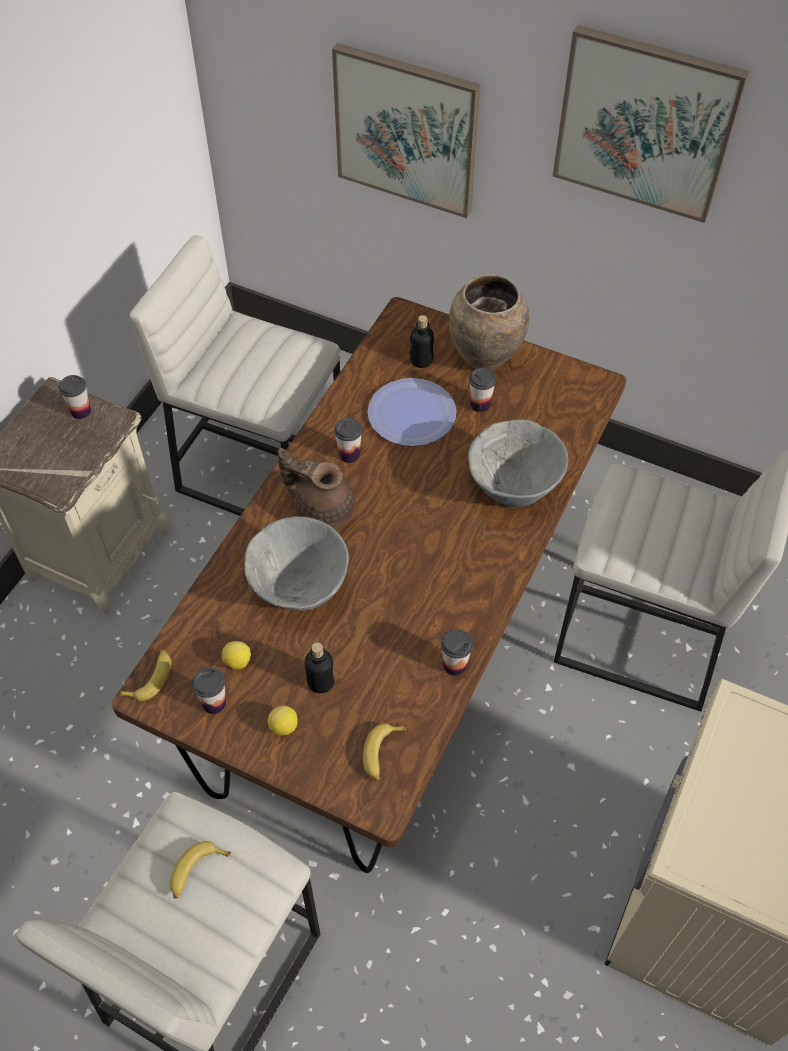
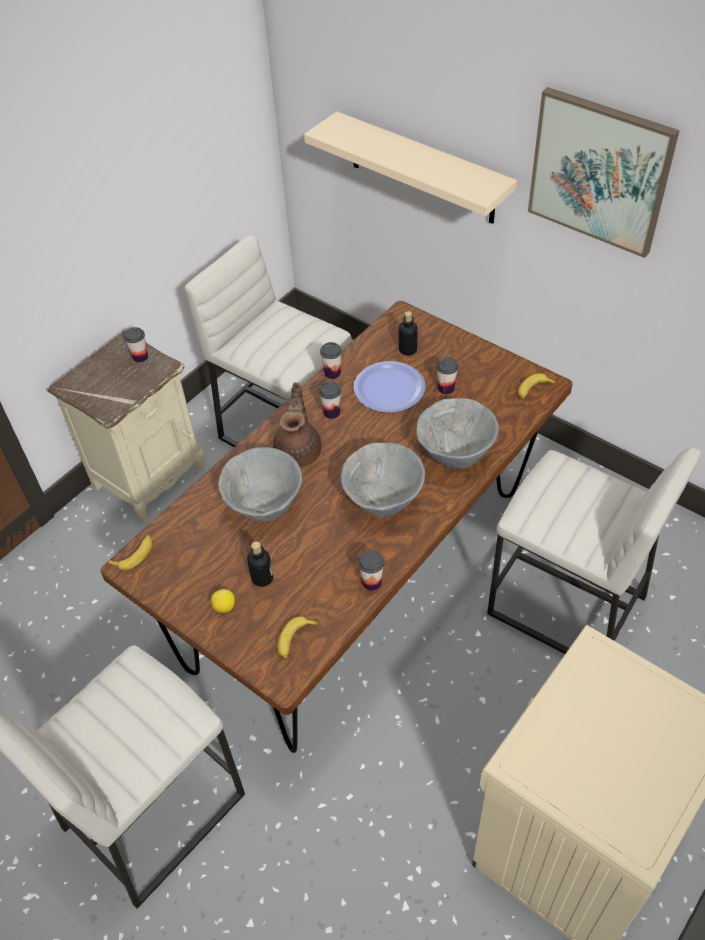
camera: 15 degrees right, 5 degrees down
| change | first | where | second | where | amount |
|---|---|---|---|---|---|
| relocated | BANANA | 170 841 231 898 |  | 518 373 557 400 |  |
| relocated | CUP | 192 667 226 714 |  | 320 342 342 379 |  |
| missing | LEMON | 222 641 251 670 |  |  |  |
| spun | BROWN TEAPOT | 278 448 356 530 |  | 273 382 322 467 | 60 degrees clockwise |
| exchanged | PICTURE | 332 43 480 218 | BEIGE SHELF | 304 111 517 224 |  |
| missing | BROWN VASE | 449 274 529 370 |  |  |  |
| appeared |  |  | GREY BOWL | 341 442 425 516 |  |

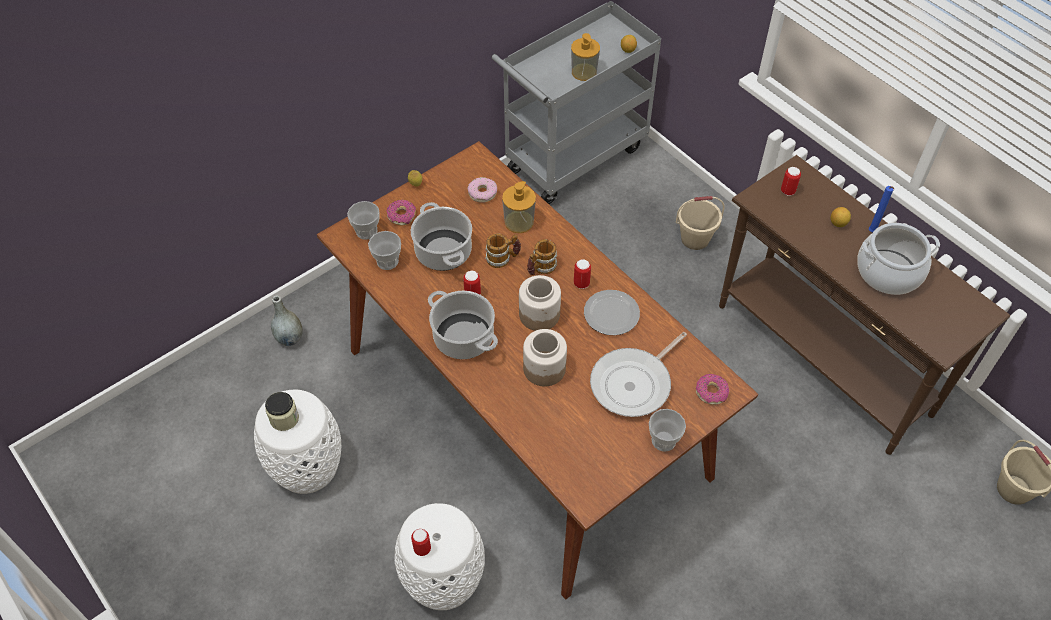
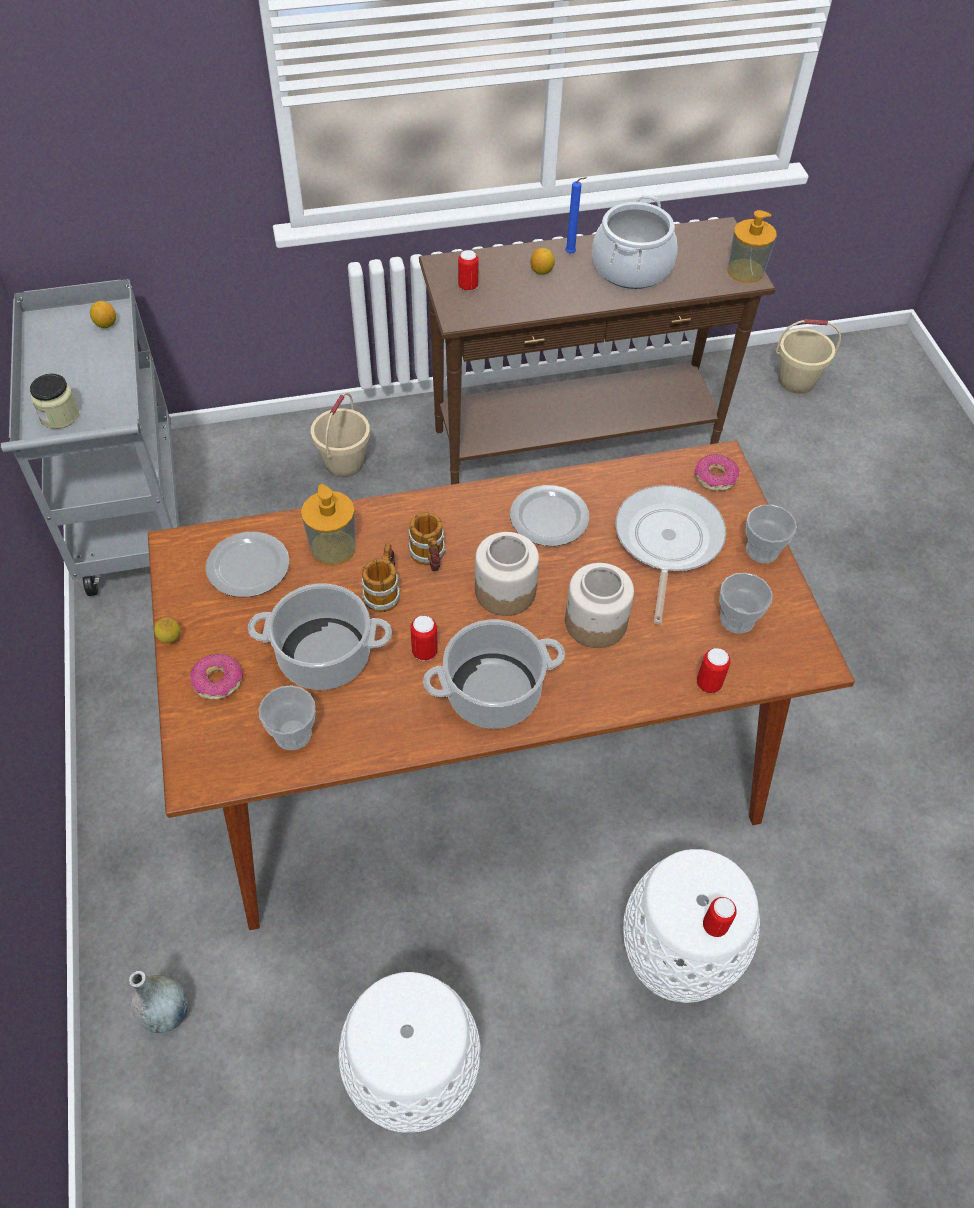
camera: 65 degrees left, 0 degrees up
| change | first | where | second | where | amount |
|---|---|---|---|---|---|
| relocated | JAR | 265 392 299 431 |  | 30 373 79 429 |  |
| relocated | CUP | 347 201 380 240 |  | 719 573 773 634 |  |
| exchanged | DONUT | 467 177 497 203 | PLATE | 206 532 290 597 |  |
| relocated | SOAP DISPENSER | 571 33 600 81 |  | 728 210 776 283 |  |
| relocated | CAN | 574 259 591 289 |  | 697 648 731 693 |  |
| spun | FRYING PAN | 590 332 687 417 |  | 615 485 726 625 | 150 degrees counterclockwise |

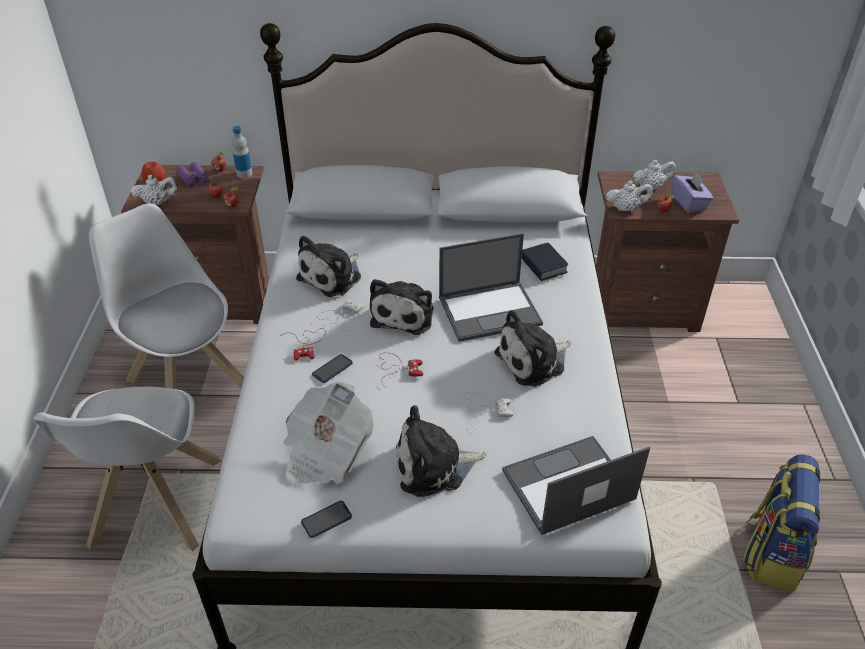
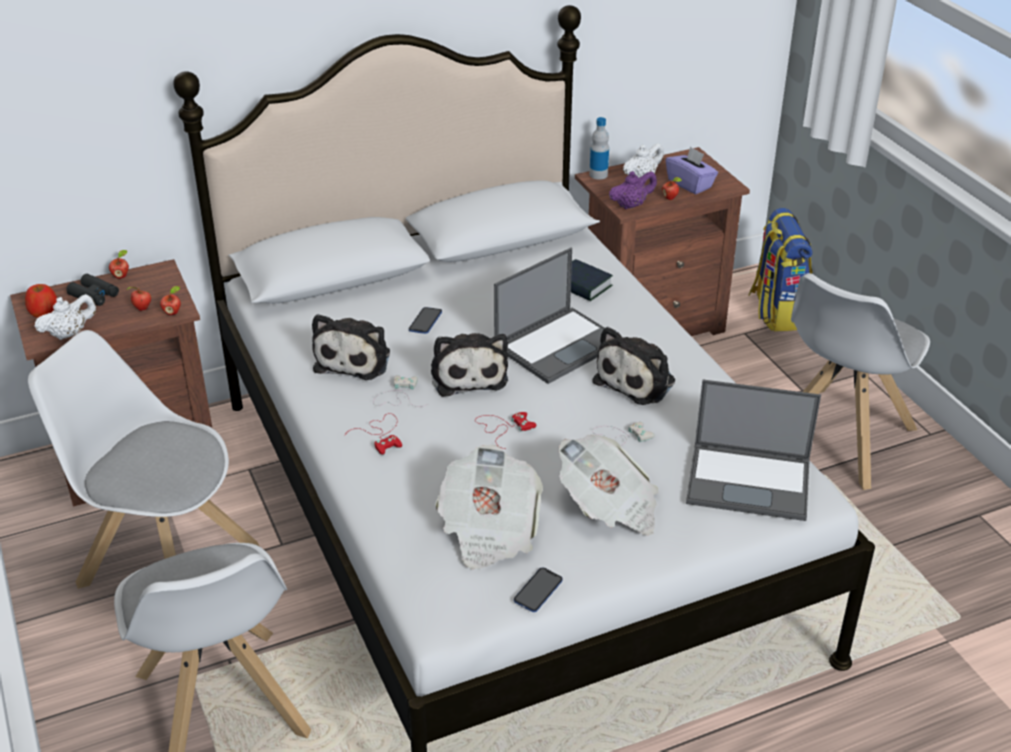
camera: 25 degrees left, 5 degrees down
| change | first | where | second | where | amount |
|---|---|---|---|---|---|
| colour | PURPLE BINOCULARS | 176 162 209 188 | BLACK BINOCULARS | 66 274 119 306 |  |
| relocated | BOTTLE | 232 126 252 178 |  | 589 117 609 179 |  |
| relocated | PHONE | 312 354 353 383 |  | 409 307 442 334 |  |
| exchanged | PLUSH TOY | 396 405 486 497 | NEWSPAPER | 559 435 658 535 |  |
| spun | LAPTOP | 502 436 650 535 |  | 686 379 821 521 | 120 degrees counterclockwise |
| colour | WHITE TEAPOT | 606 180 653 211 | PURPLE TEAPOT | 609 171 657 209 |  |
| relocated | BACKPACK | 743 454 820 591 |  | 748 208 813 331 |  |
| appeared |  |  | CHAIR | 791 273 930 490 |  |

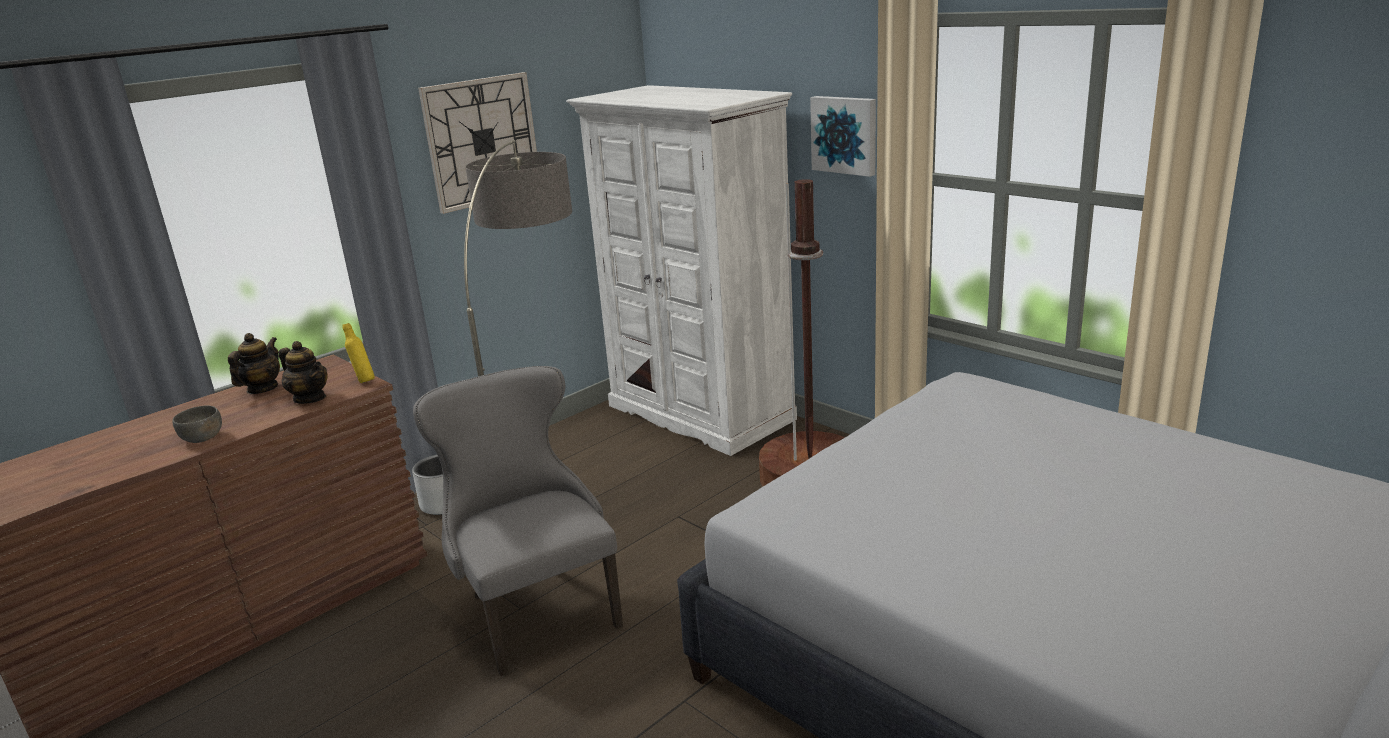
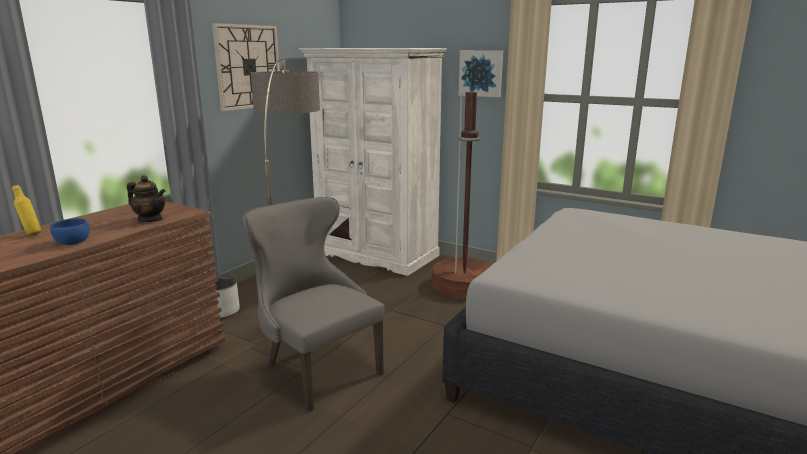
camera: 15 degrees left, 5 degrees down
| change | first | where | second | where | amount |
|---|---|---|---|---|---|
| colour | GREY BOWL | 172 406 222 443 | BLUE BOWL | 50 218 90 245 |  |
| missing | TEAPOT | 228 333 280 394 |  |  |  |
| relocated | YELLOW BOTTLE | 342 323 375 383 |  | 12 185 41 235 |  |

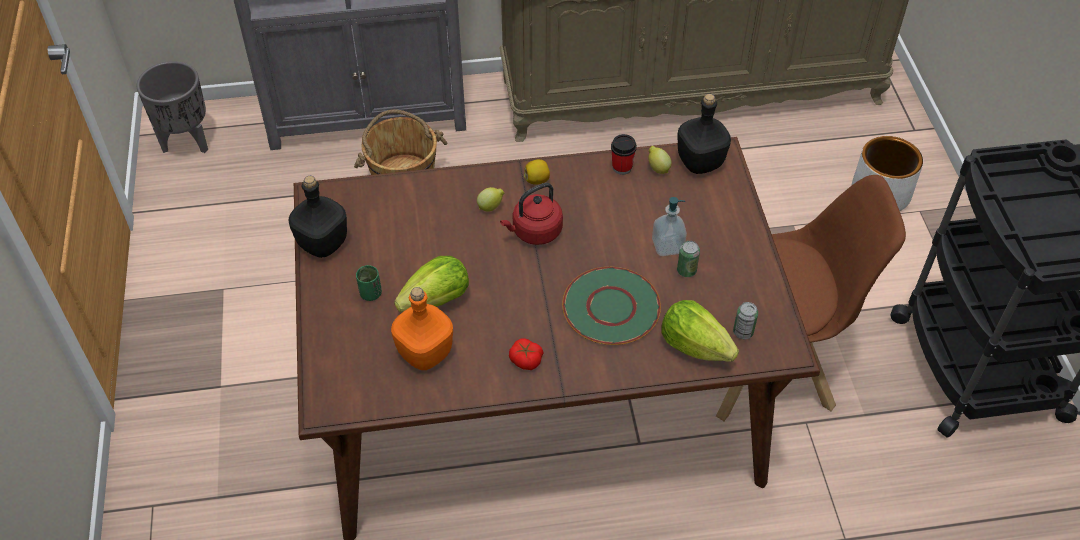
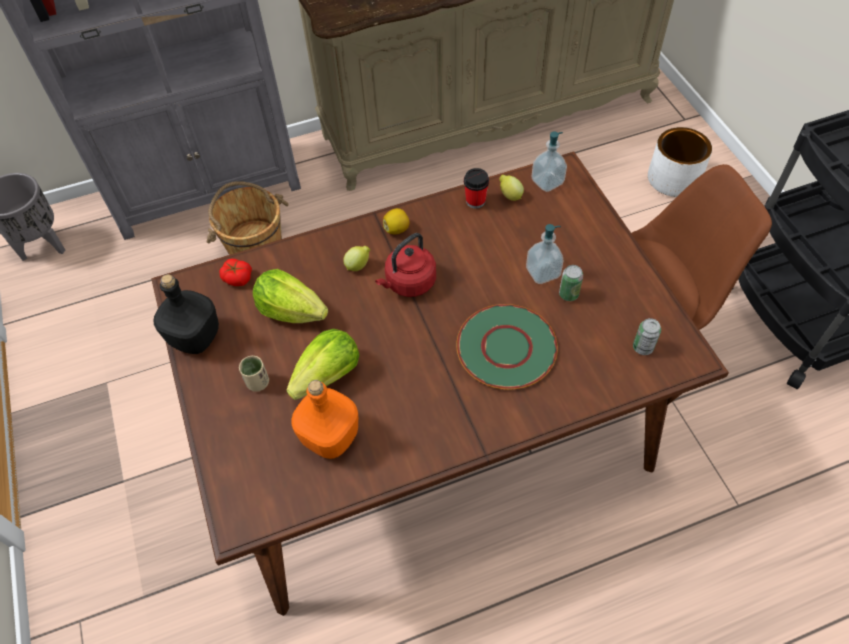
camera: 10 degrees left, 5 degrees up
| change | first | where | second | where | amount |
|---|---|---|---|---|---|
| colour | GREEN CUP | 356 265 382 301 | BEIGE CUP | 239 356 269 392 |  |
| relocated | TOMATO | 509 338 544 370 |  | 219 259 252 286 |  |
| relocated | LETTUCE | 661 300 739 362 |  | 253 269 328 323 |  |
| exchanged | BLACK BOTTLE | 677 94 731 174 | SOAP DISPENSER | 531 131 567 192 |  |

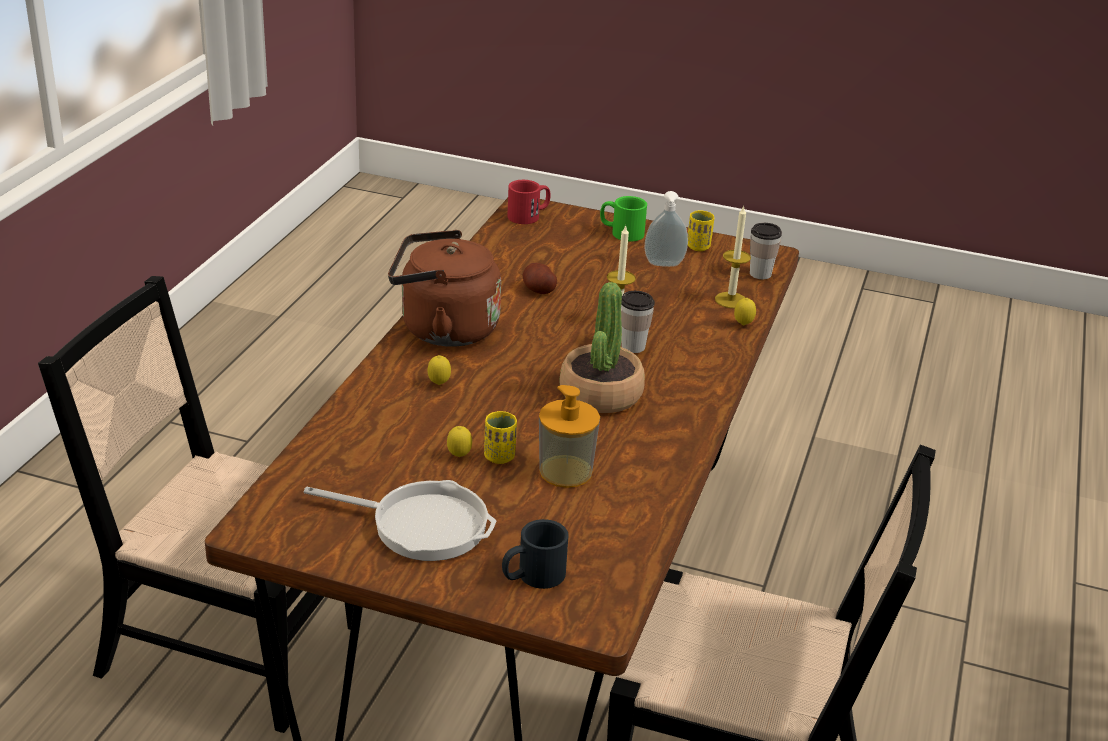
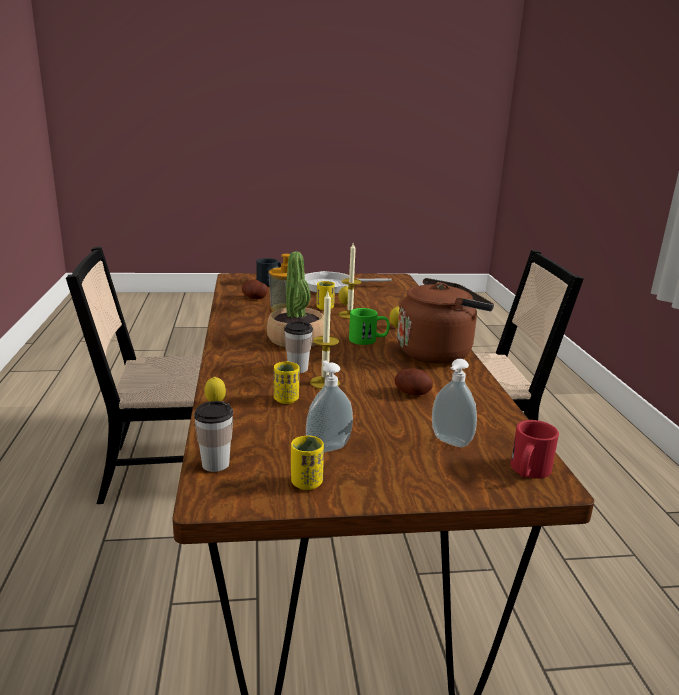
camera: 155 degrees right, 10 degrees down
| change | first | where | second | where | amount |
|---|---|---|---|---|---|
| relocated | GREEN MUG | 600 196 647 242 |  | 349 308 390 345 |  |
| relocated | CANDLE | 715 206 751 308 |  | 339 243 361 319 |  |
| appeared |  |  | POTATO | 242 280 268 299 |  |
| appeared |  |  | YELLOW CUP | 274 362 300 404 |  |
| appeared |  |  | SOAP DISPENSER | 432 359 477 447 |  |

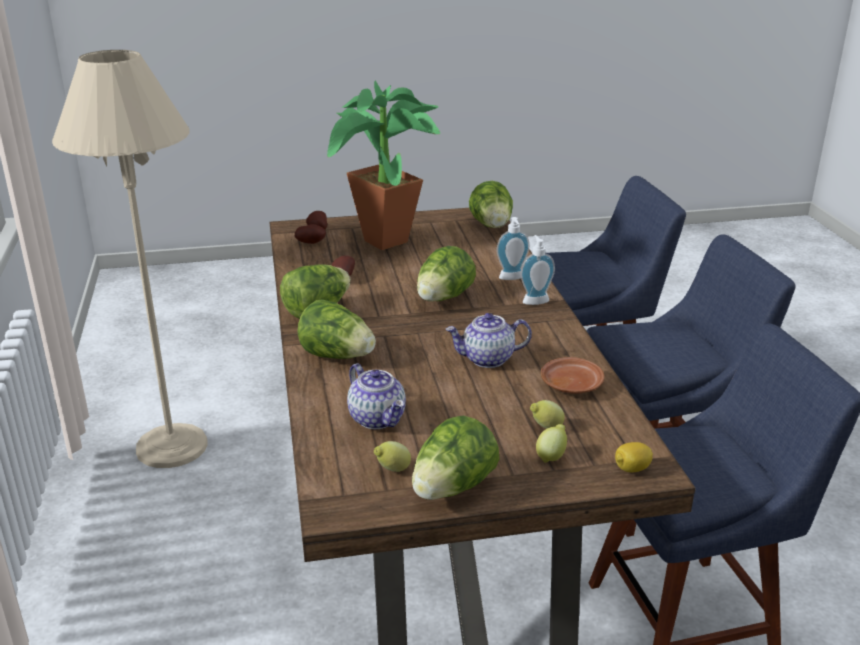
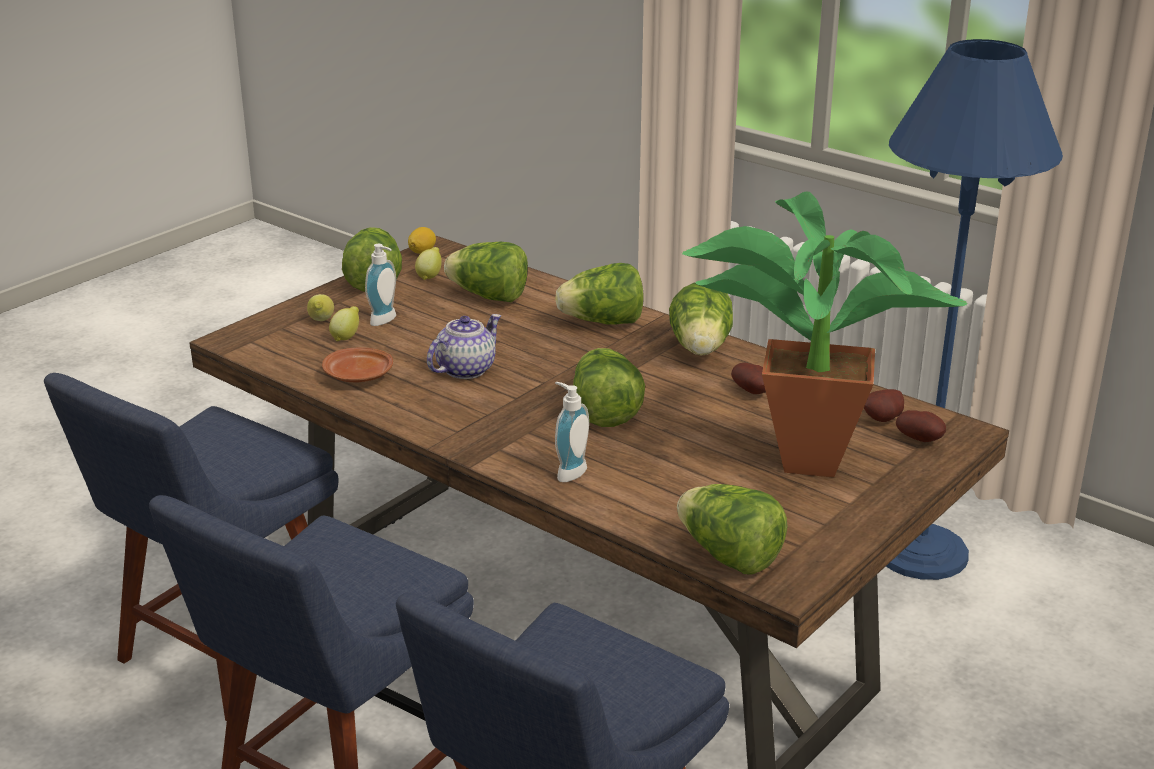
camera: 140 degrees right, 0 degrees up
| change | first | where | second | where | amount |
|---|---|---|---|---|---|
| colour | BEIGE FLOOR LAMP | 52 50 208 468 | BLUE FLOOR LAMP | 886 39 1063 580 |  |
| exchanged | TEAPOT | 347 363 406 429 | LETTUCE | 444 241 528 302 |  |
| relocated | SOAP DISPENSER | 521 235 555 305 |  | 365 244 396 326 |  |
| relocated | LEMON | 615 442 653 472 |  | 408 227 436 254 |  |

